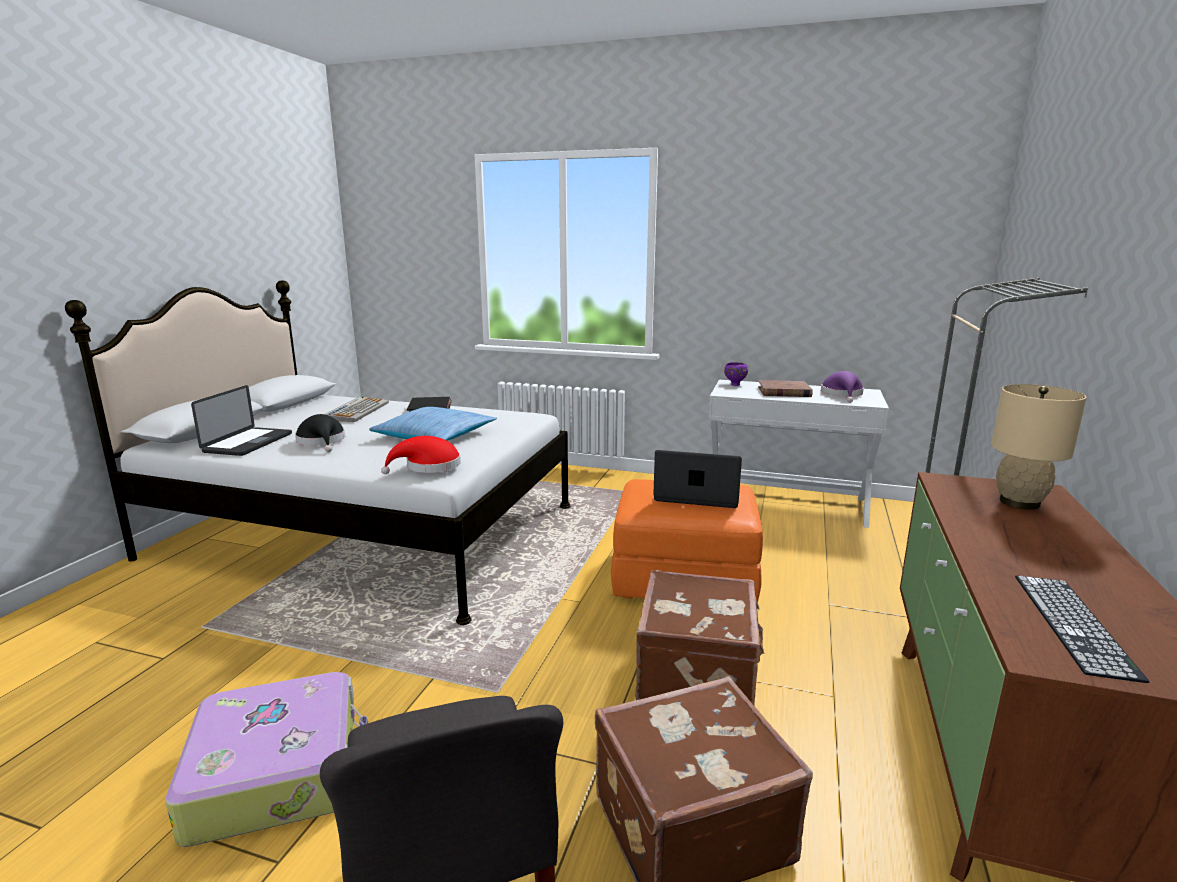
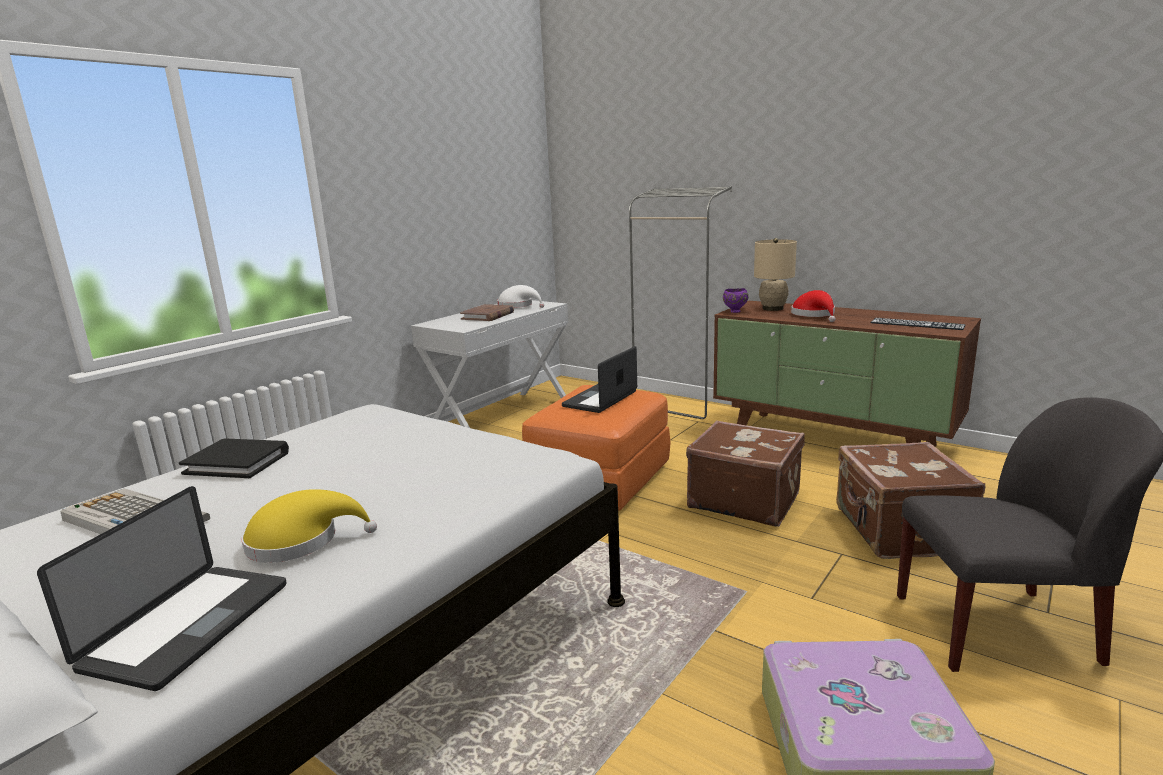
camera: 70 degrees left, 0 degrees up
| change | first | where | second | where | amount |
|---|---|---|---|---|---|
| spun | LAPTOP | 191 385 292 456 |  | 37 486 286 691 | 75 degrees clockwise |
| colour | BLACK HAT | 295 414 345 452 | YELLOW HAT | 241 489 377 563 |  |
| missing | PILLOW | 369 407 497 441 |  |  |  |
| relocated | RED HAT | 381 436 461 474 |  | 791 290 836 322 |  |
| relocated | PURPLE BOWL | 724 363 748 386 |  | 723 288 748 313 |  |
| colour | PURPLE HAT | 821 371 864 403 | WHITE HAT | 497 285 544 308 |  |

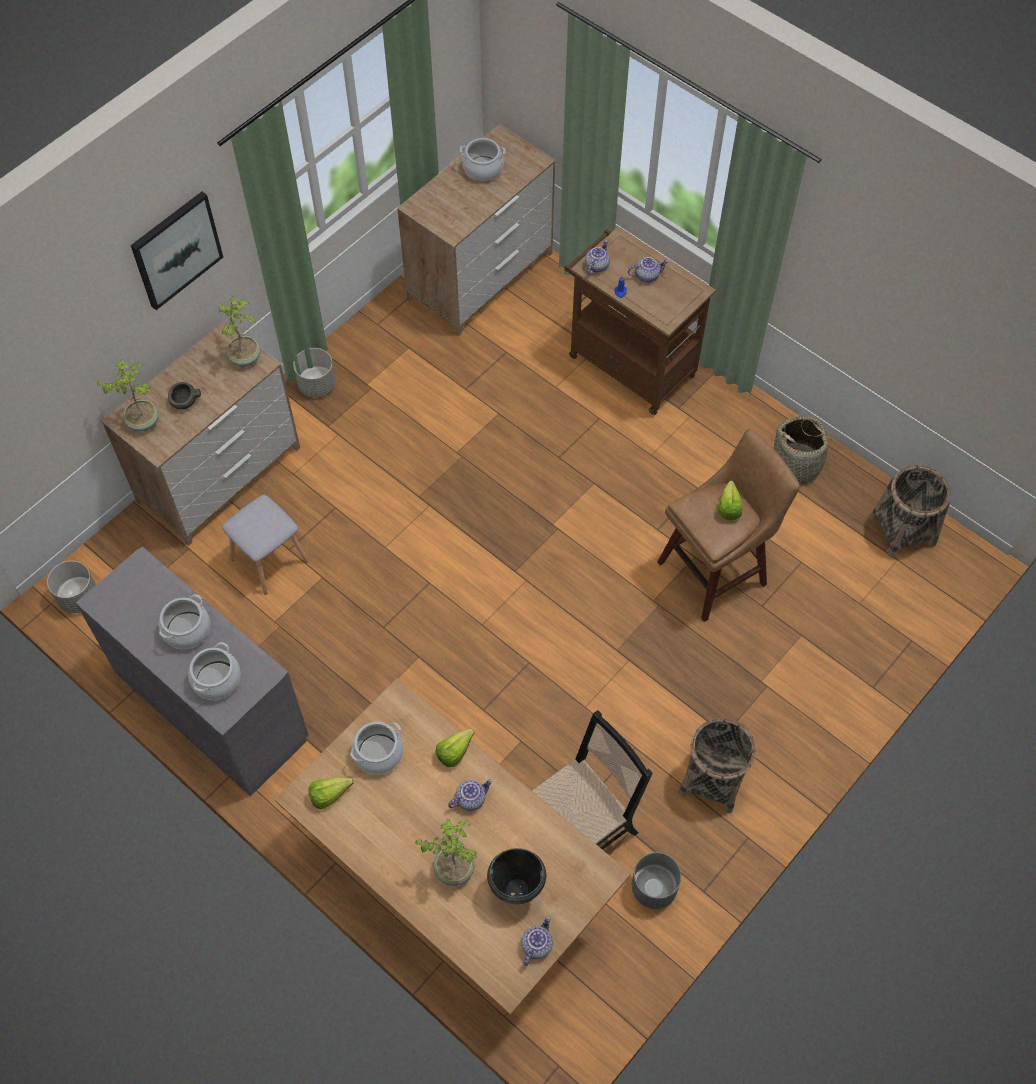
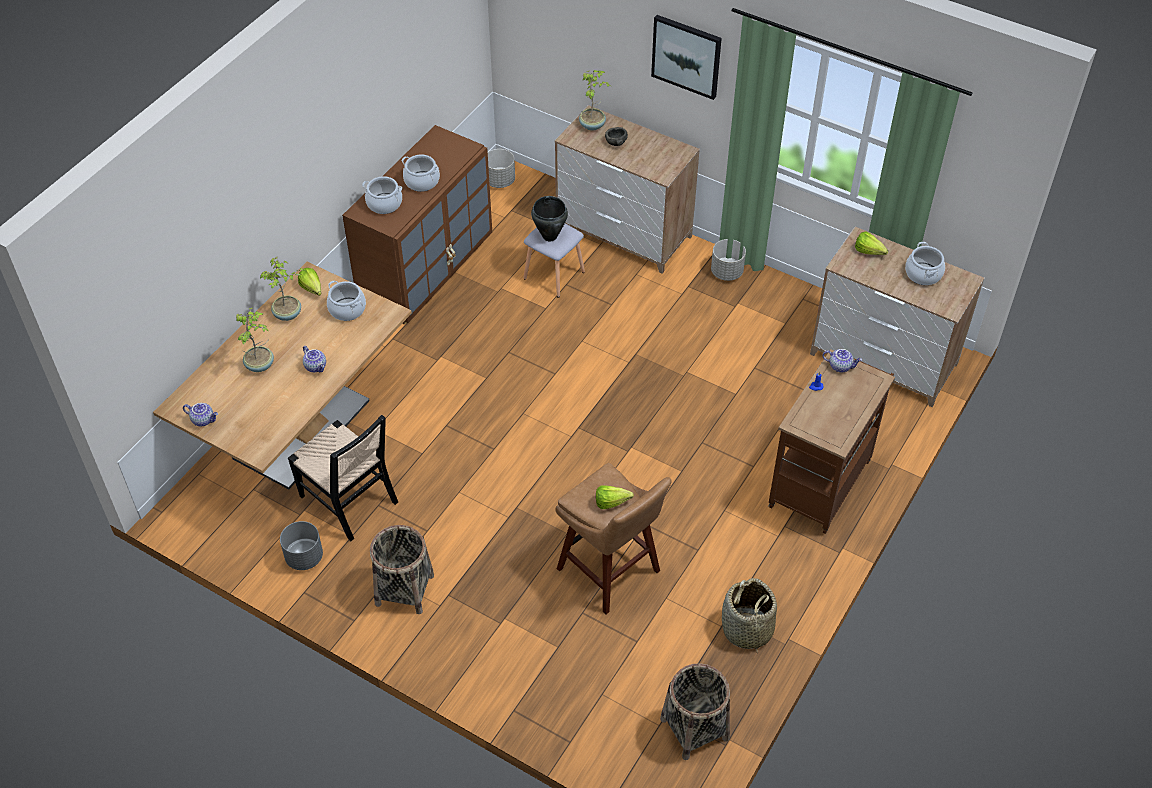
camera: 80 degrees right, 10 degrees down
| change | first | where | second | where | amount |
|---|---|---|---|---|---|
| colour | GREY CABINET | 76 546 309 797 | BROWN CABINET | 342 125 492 325 |  |
| relocated | POTTED PLANT | 219 294 261 366 |  | 259 257 305 321 |  |
| relocated | LETTUCE | 435 729 474 767 |  | 855 232 888 255 |  |
| relocated | BLACK COOKING POT | 487 848 546 904 |  | 531 196 568 241 |  |
| missing | TEAPOT | 628 257 669 283 |  |  |  |

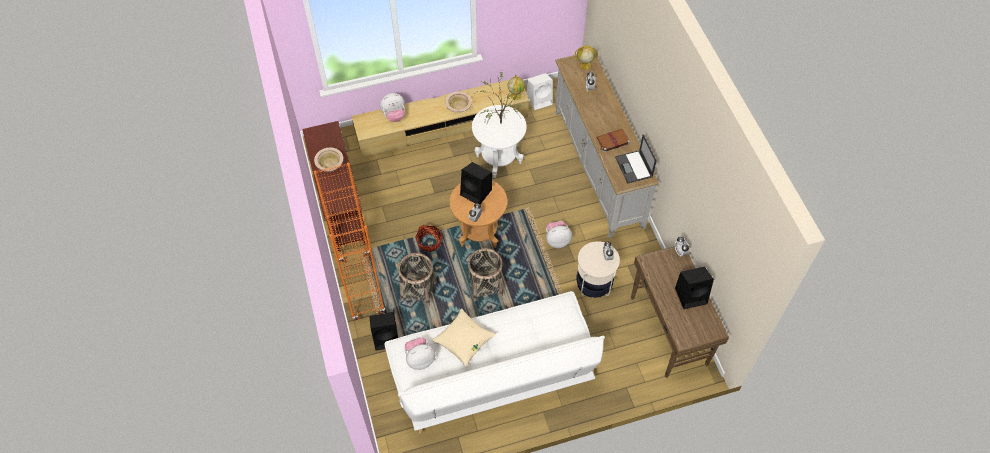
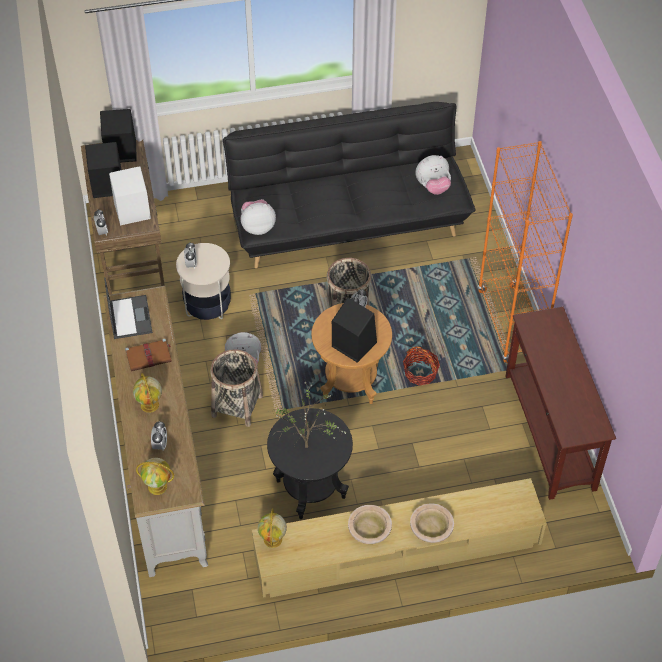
camera: 175 degrees left, 5 degrees down
| change | first | where | second | where | amount |
|---|---|---|---|---|---|
| relocated | BEIGE BOWL | 314 148 343 172 |  | 410 503 454 543 |  |
| relocated | BLACK SPEAKER | 369 312 398 350 |  | 100 109 137 163 |  |
| relocated | PLUSH TOY | 380 93 405 122 |  | 241 199 276 235 |  |
| colour | WHITE SOFA | 384 291 605 433 | BLACK SOFA | 223 102 475 268 |  |
| relocated | BASKET | 398 253 437 306 |  | 210 349 263 427 |  |
| missing | BEIGE PILLOW | 432 308 496 367 |  |  |  |
| colour | WHITE SIDE TABLE | 472 105 527 178 | BLACK SIDE TABLE | 267 408 353 519 |  |
| relocated | WHITE SPEAKER | 527 73 553 110 |  | 109 166 151 225 |  |
| appeared |  |  | GLOBE | 133 373 162 413 |  |

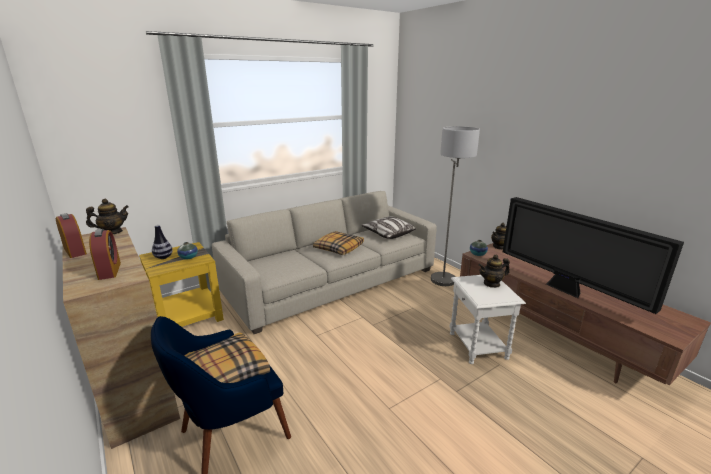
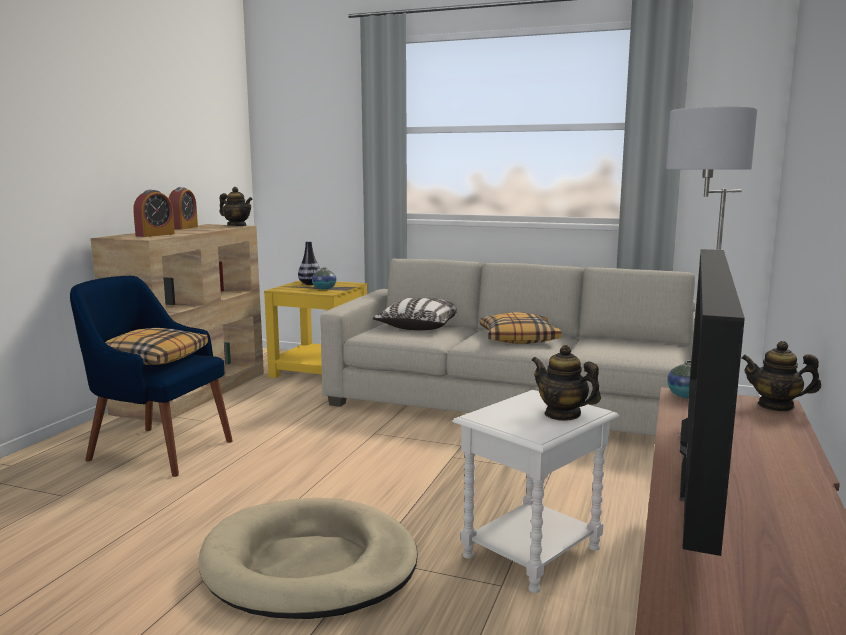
camera: 55 degrees right, 10 degrees down
| change | first | where | second | where | amount |
|---|---|---|---|---|---|
| relocated | PILLOW | 362 216 417 239 |  | 373 297 457 330 |  |
| appeared |  |  | BEIGE DOG BED | 198 498 418 619 |  |

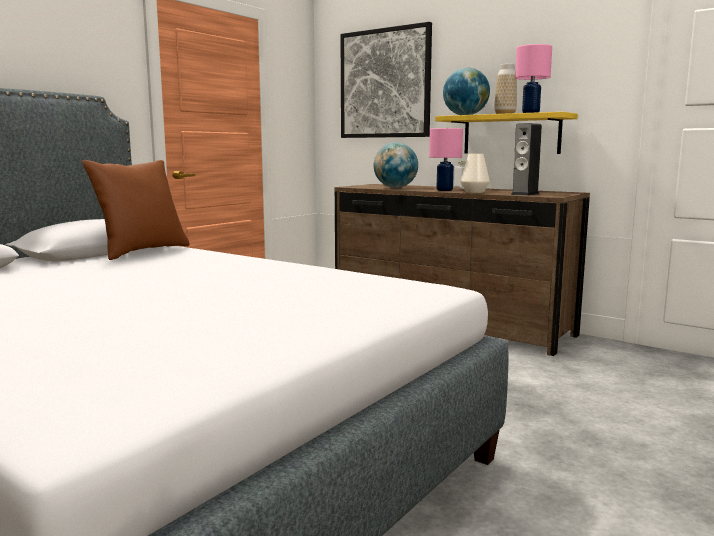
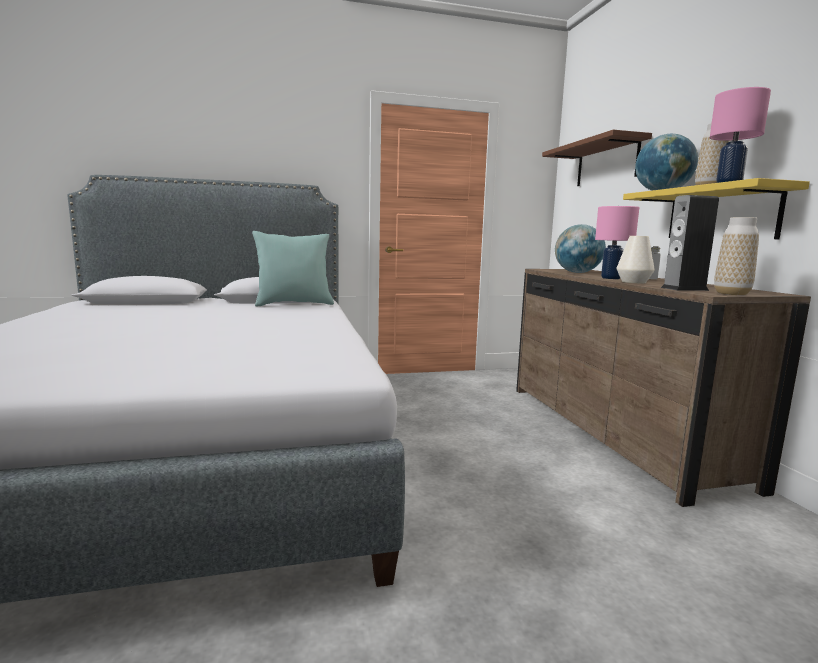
camera: 40 degrees right, 0 degrees up
| change | first | where | second | where | amount |
|---|---|---|---|---|---|
| colour | BROWN PILLOW | 82 160 190 260 | TURQUOISE PILLOW | 252 231 334 307 |  |
| exchanged | PICTURE | 341 22 432 138 | BROWN SHELF | 542 130 652 186 |  |
| appeared |  |  | VASE | 714 217 759 295 |  |

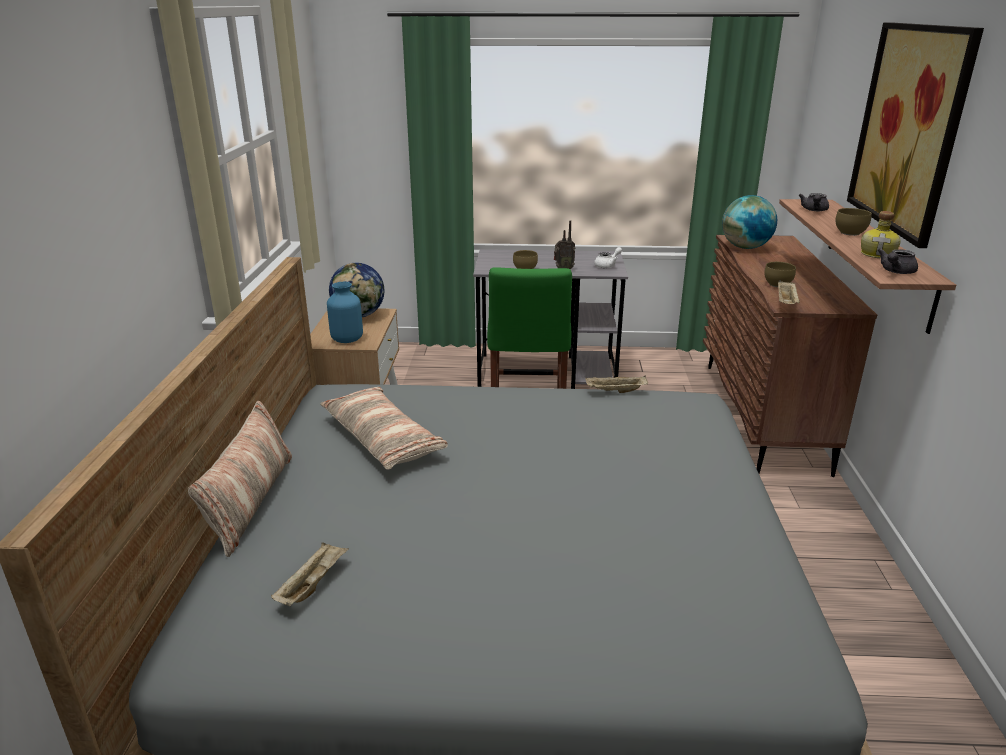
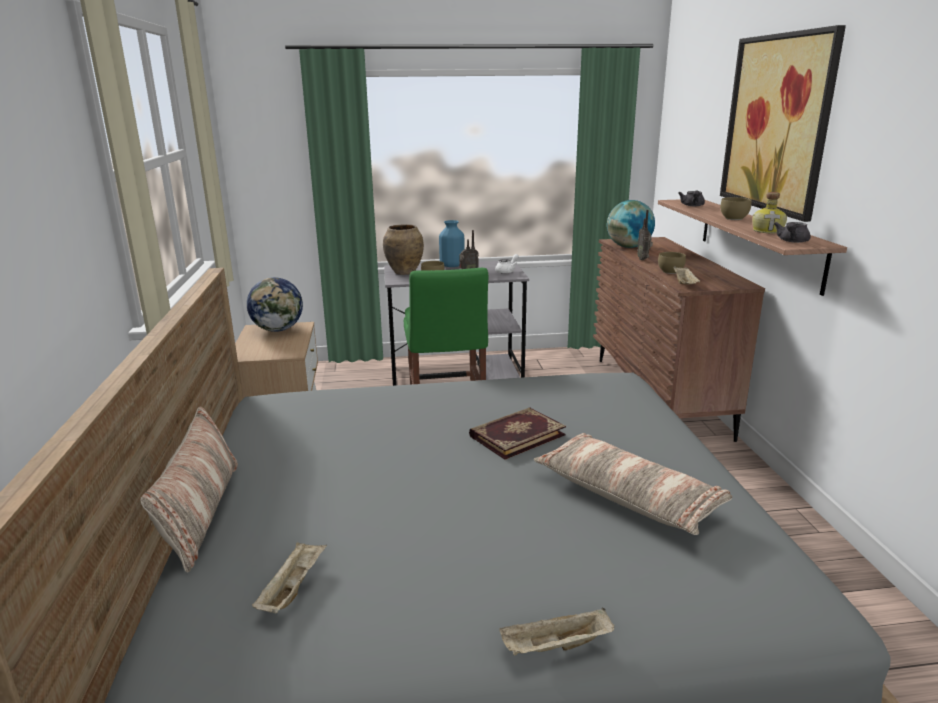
camera: 10 degrees left, 5 degrees down
| change | first | where | second | where | amount |
|---|---|---|---|---|---|
| relocated | PILLOW | 320 387 448 470 |  | 534 433 733 535 |  |
| relocated | BLUE VASE | 327 282 363 343 |  | 439 220 465 267 |  |
| relocated | BEIGE TRAY | 585 376 648 393 |  | 499 607 614 656 |  |
| appeared |  |  | BROWN VASE | 383 224 424 275 |  |
| appeared |  |  | BOOK | 469 407 566 460 |  |
| appeared |  |  | RADIO | 637 210 653 260 |  |

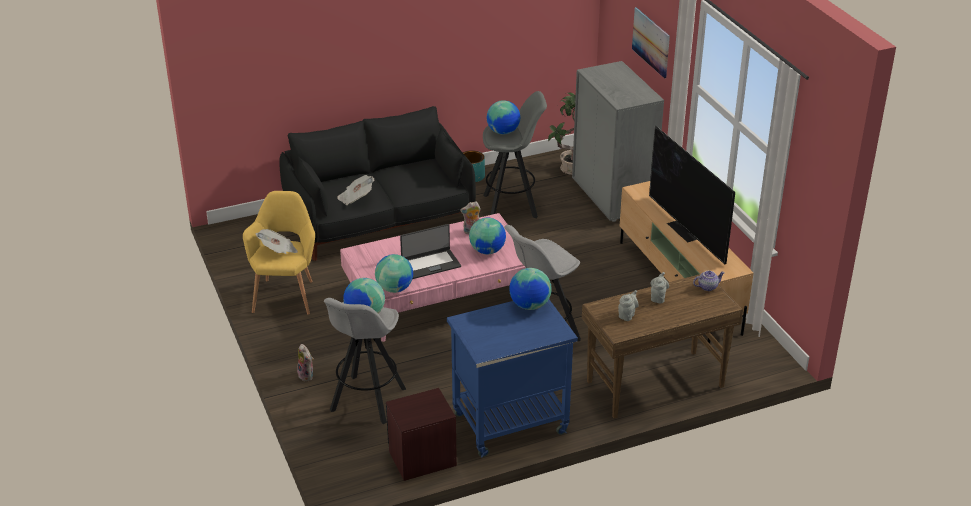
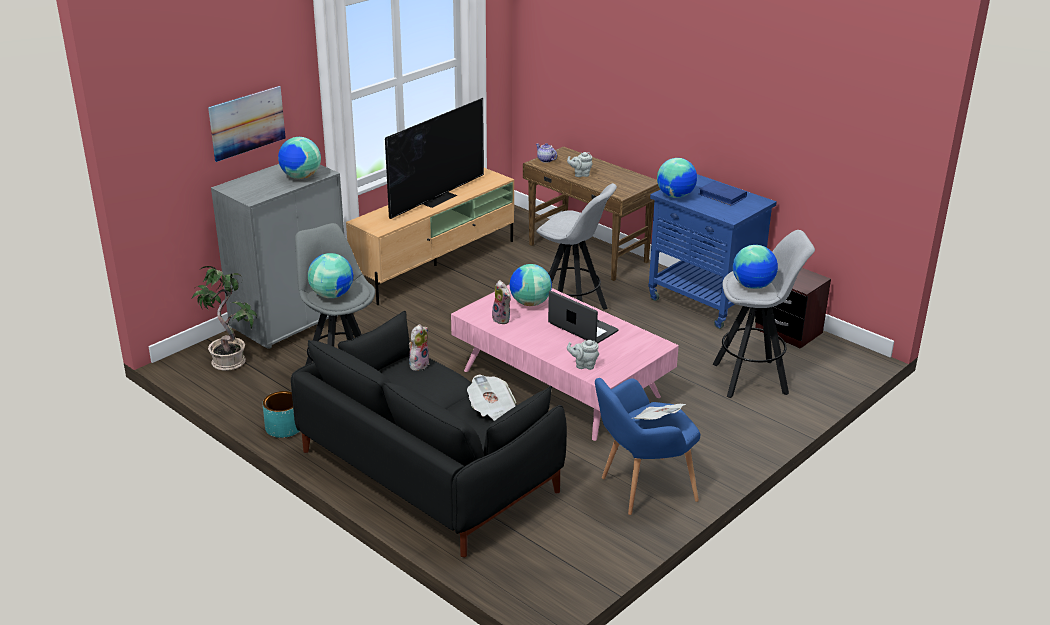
camera: 115 degrees left, 5 degrees down
| change | first | where | second | where | amount |
|---|---|---|---|---|---|
| colour | YELLOW ARMCHAIR | 243 191 315 315 | BLUE ARMCHAIR | 595 378 700 515 |  |
| relocated | PLUSH TOY | 297 344 314 381 |  | 409 324 429 371 |  |
| relocated | GLOBE | 375 254 413 293 |  | 278 137 321 179 |  |
| relocated | GREY TEAPOT | 618 290 639 321 |  | 567 340 599 370 |  |
| appeared |  |  | BLUE BOOK | 699 181 747 206 |  |

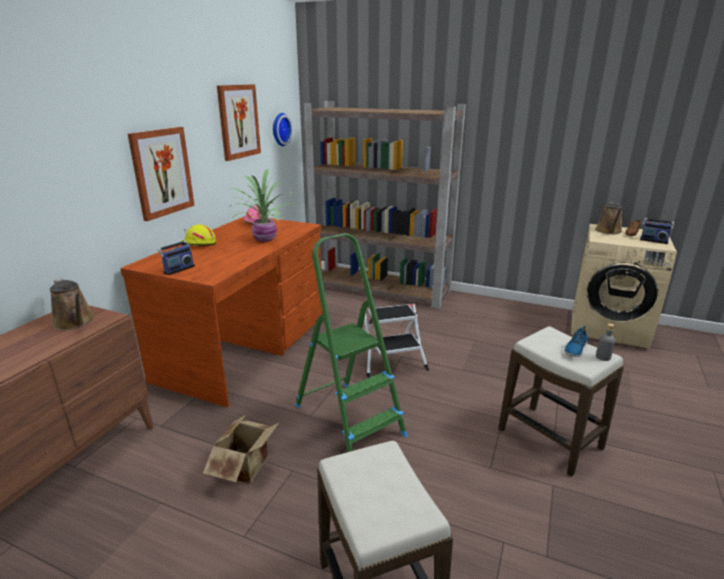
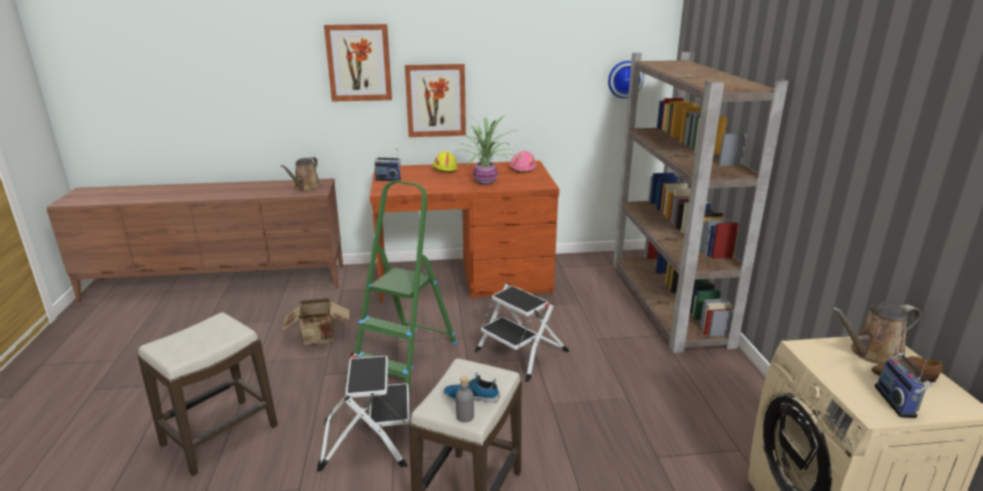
camera: 60 degrees right, 0 degrees up
| change | first | where | second | where | amount |
|---|---|---|---|---|---|
| relocated | PICTURE | 217 84 261 161 |  | 324 24 392 102 |  |
| appeared |  |  | STEP LADDER | 317 352 409 472 |  |

